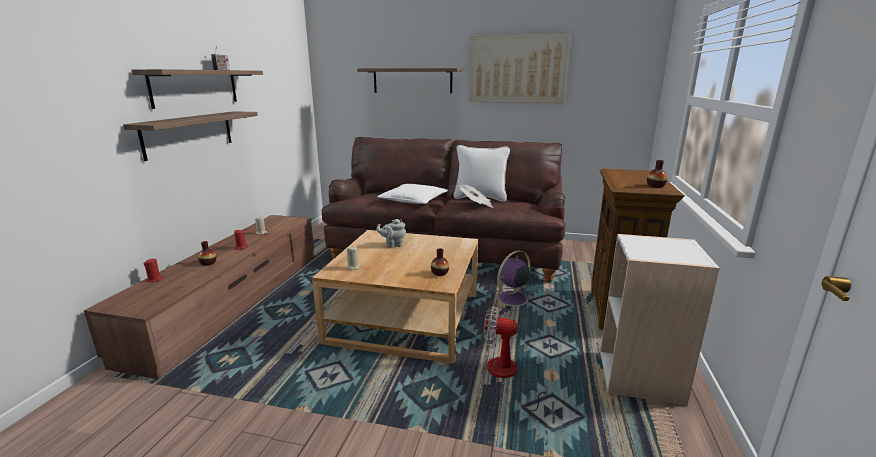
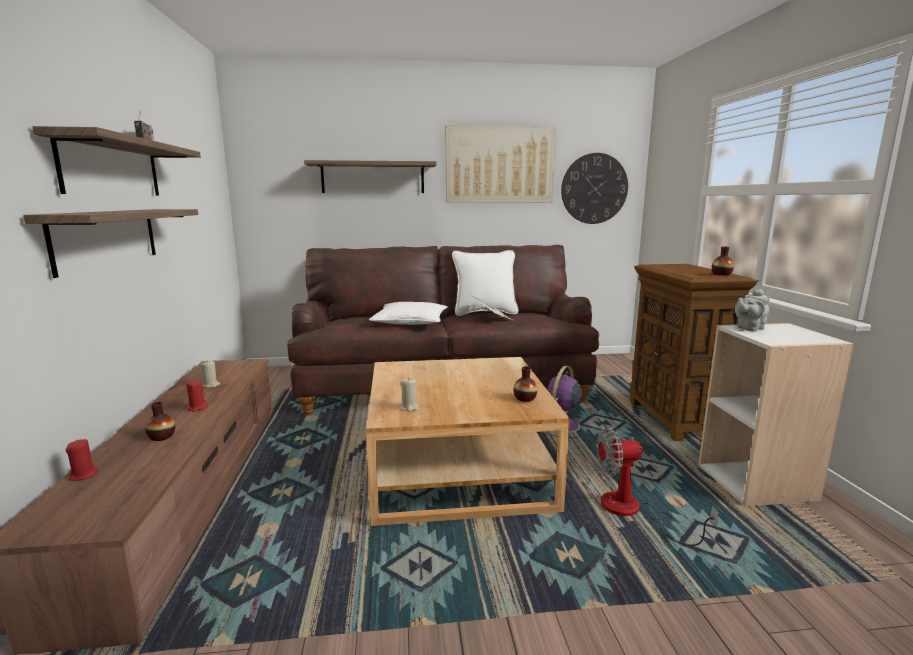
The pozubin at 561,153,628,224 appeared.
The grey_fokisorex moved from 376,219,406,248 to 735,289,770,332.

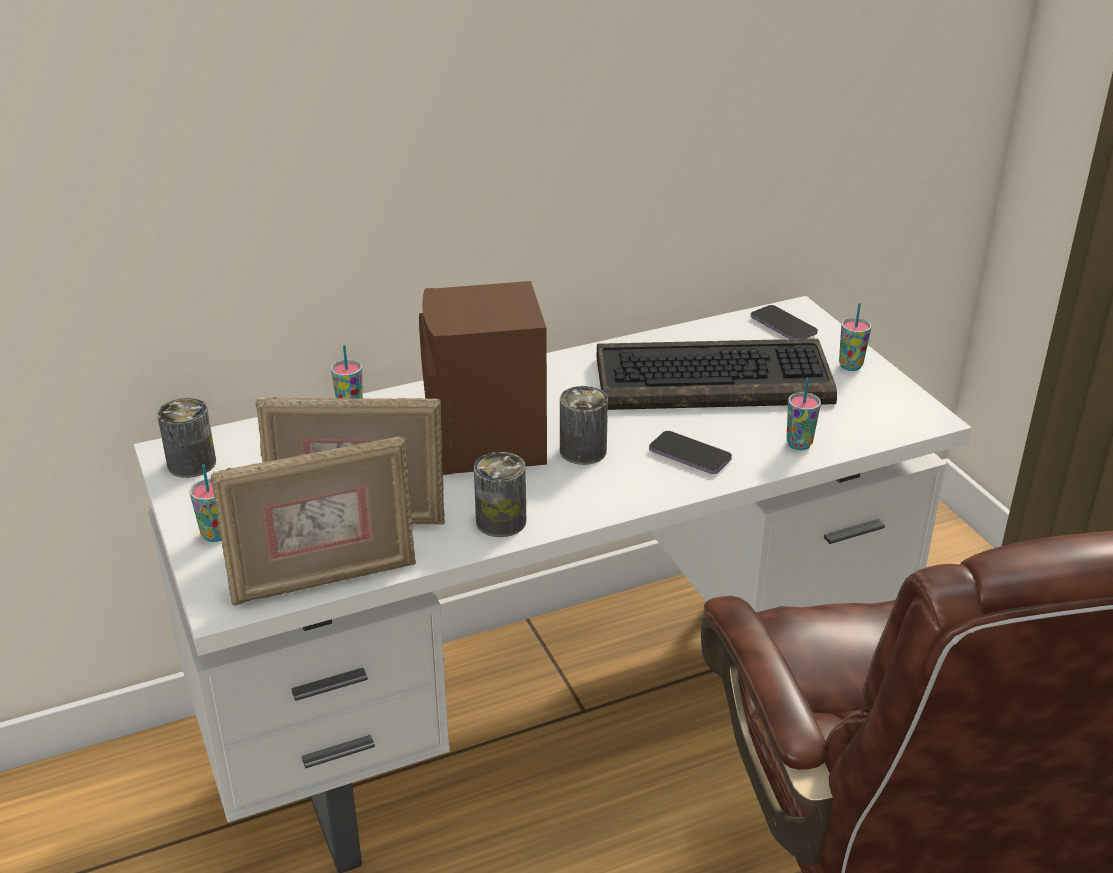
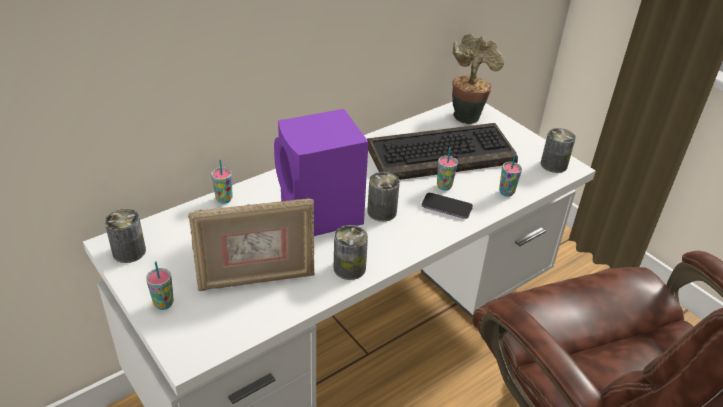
The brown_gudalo at 419,281,547,475 became the purple_gudalo at 274,109,368,236.
The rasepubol moved from 839,303,872,371 to 437,148,458,191.
The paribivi at 751,305,818,339 was replaced by the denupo at 452,34,504,124.
The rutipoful at 541,128,576,173 appeared.
The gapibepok at 211,436,416,605 disappeared.

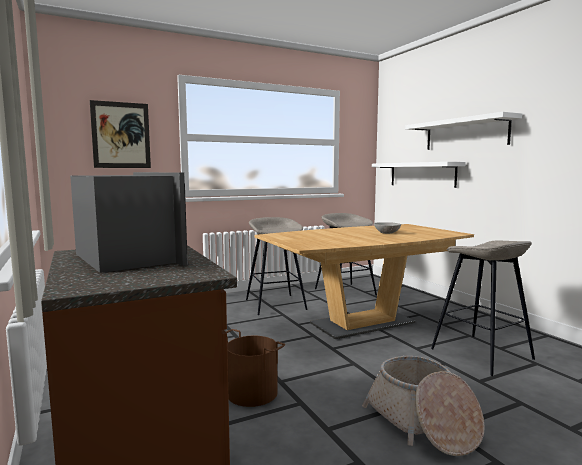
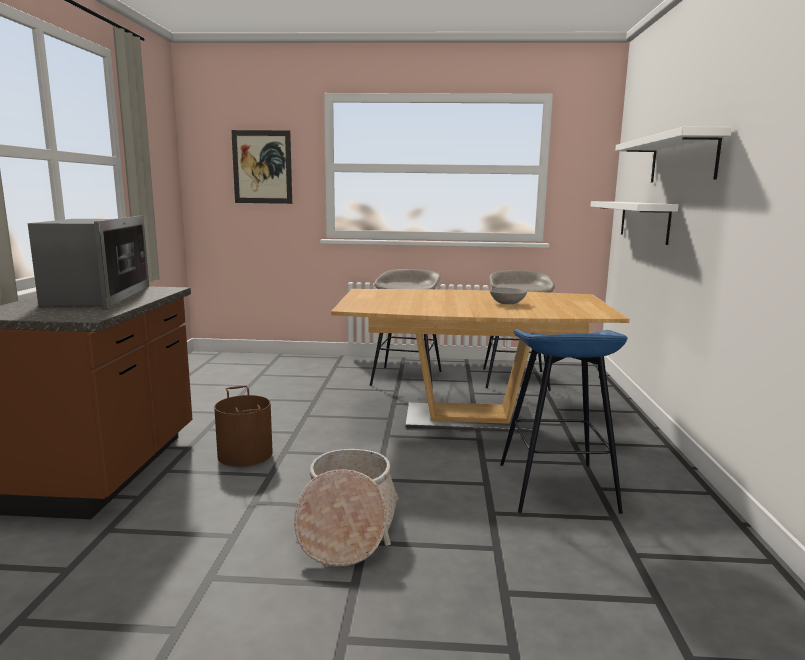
The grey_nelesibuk at 431,241,535,376 became the blue_nelesibuk at 500,329,628,514.

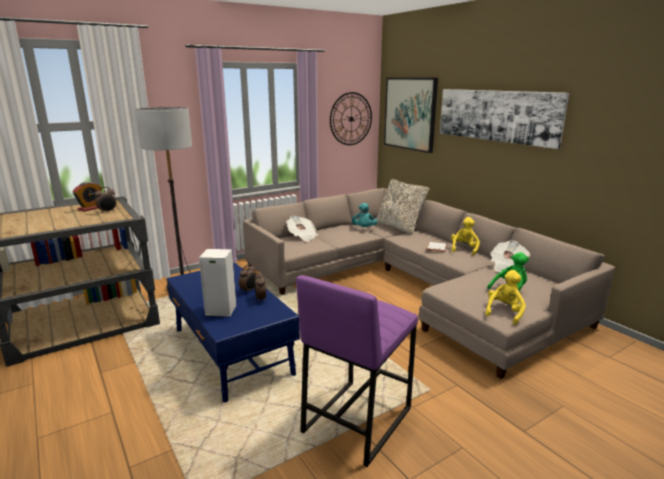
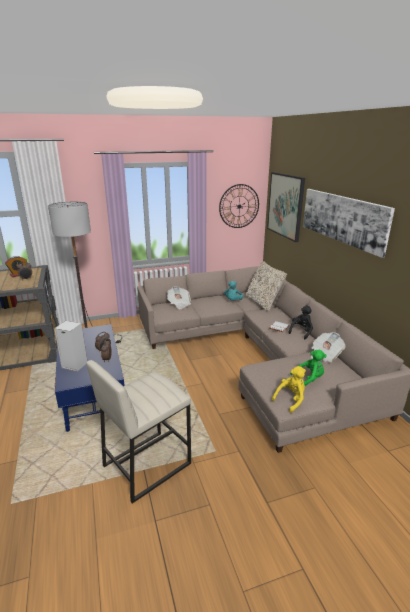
The purple_nelesibuk at 296,275,418,467 became the beige_nelesibuk at 86,360,191,504.
The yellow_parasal at 451,217,480,256 became the black_parasal at 288,305,313,339.

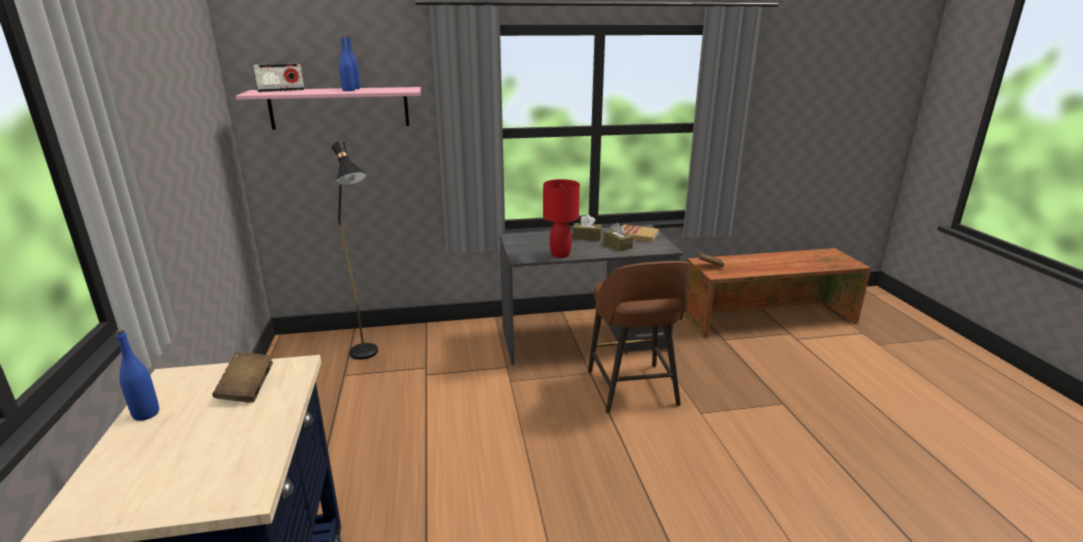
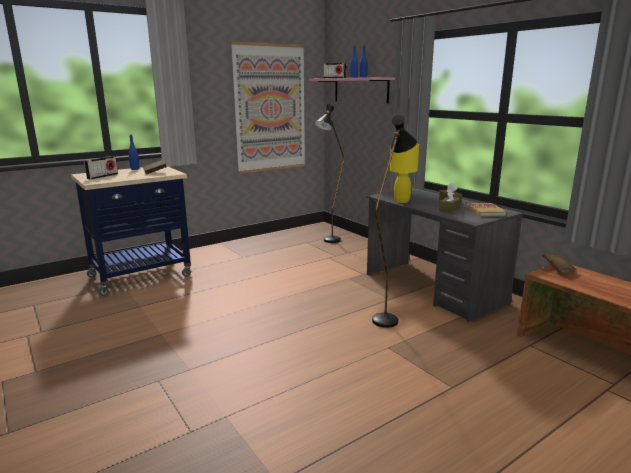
The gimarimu at 84,156,118,180 appeared.
The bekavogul at 231,41,305,174 appeared.
The brown_nelesibuk at 588,261,691,413 was replaced by the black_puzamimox at 372,115,417,328.
The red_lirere at 543,179,580,258 became the yellow_lirere at 390,144,419,203.

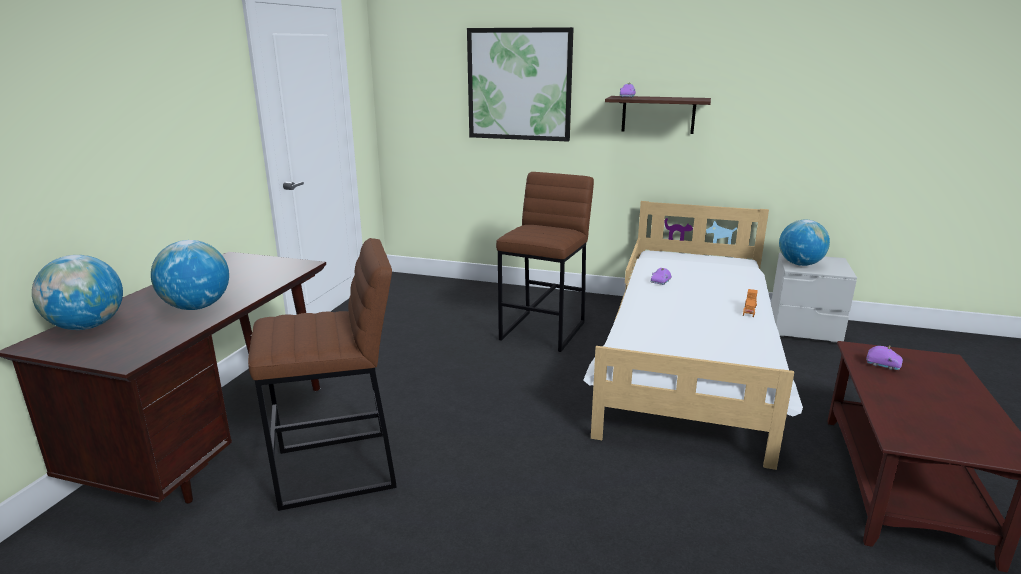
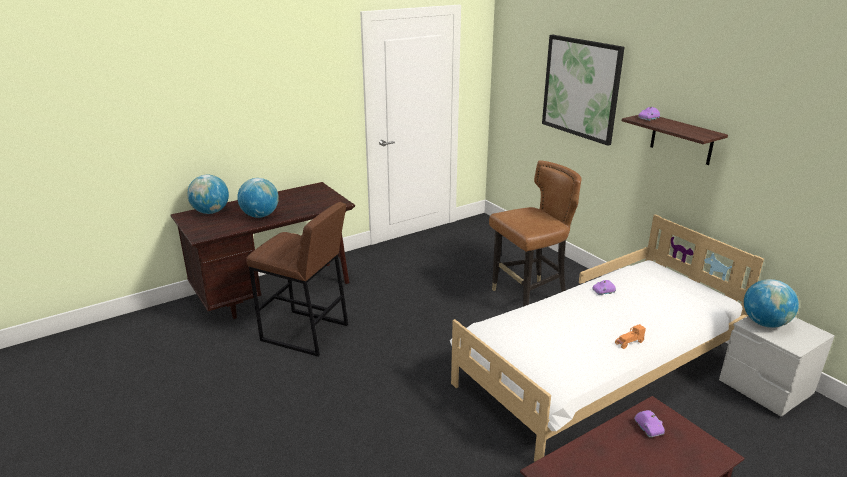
The brown_nelesibuk at 496,172,594,352 was replaced by the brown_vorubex at 489,160,582,307.

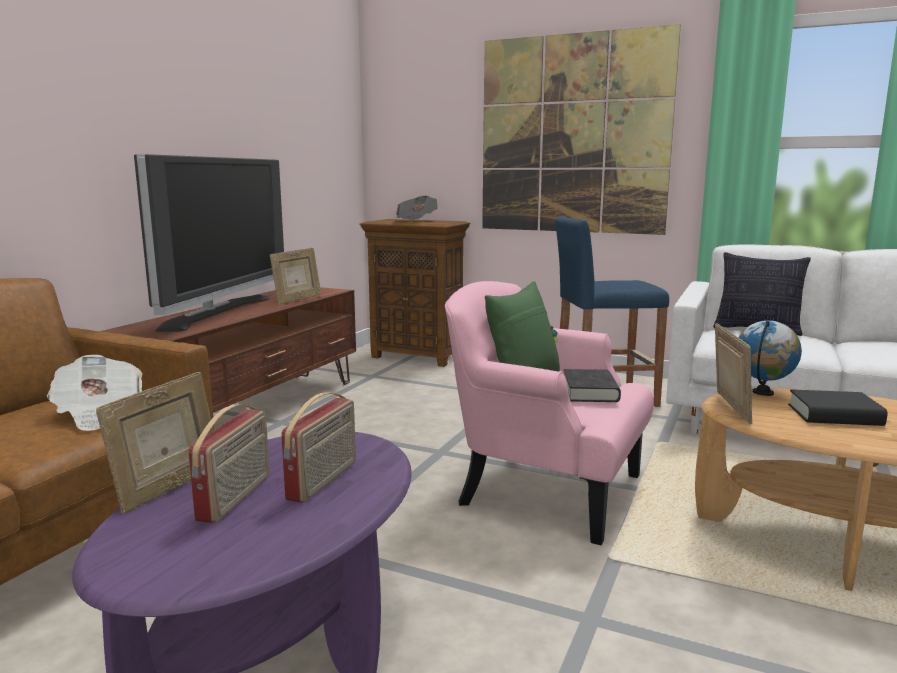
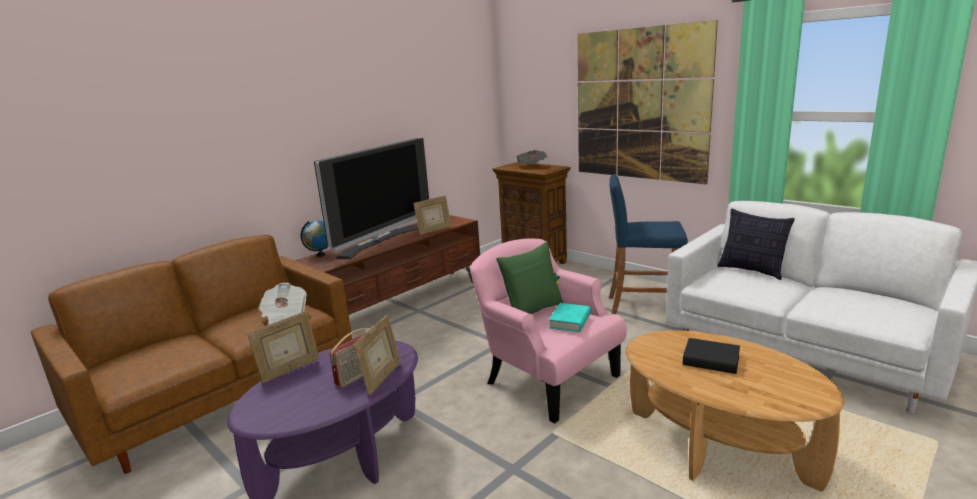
The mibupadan moved from 738,320,802,396 to 301,220,328,257.
The gapibepok moved from 715,323,752,424 to 353,315,401,395.
The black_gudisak at 563,369,621,402 became the turquoise_gudisak at 549,303,591,332.
The gimarimu at 188,404,270,523 disappeared.

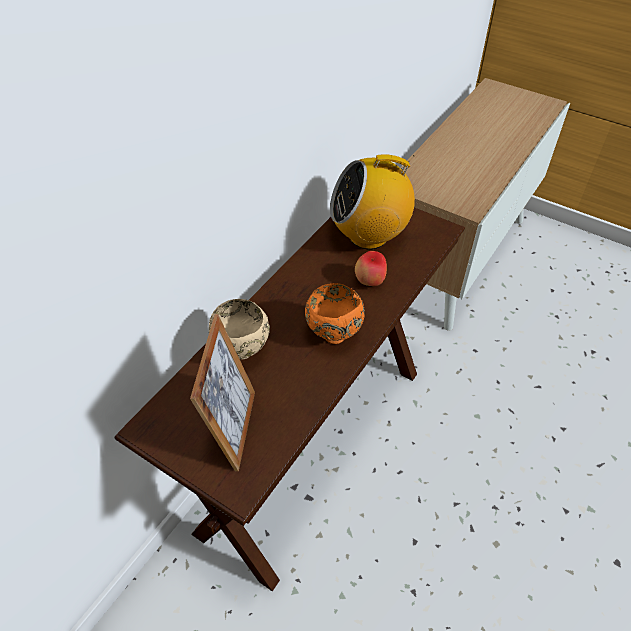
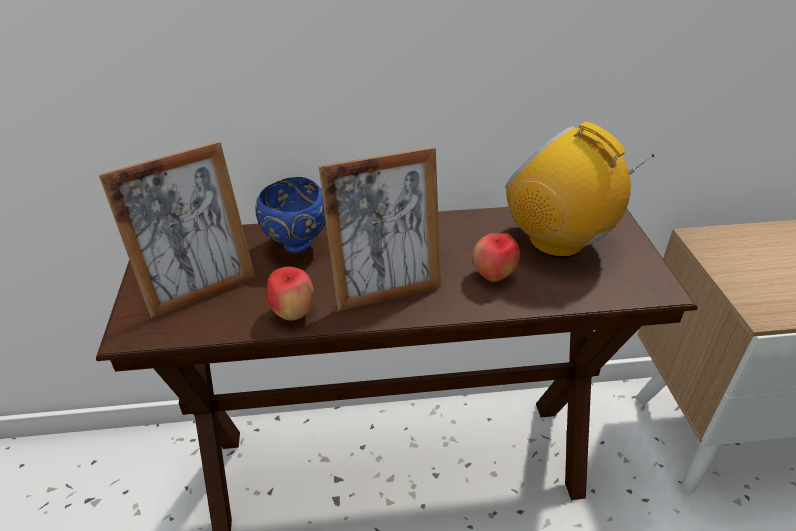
The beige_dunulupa at 209,299,270,360 became the blue_dunulupa at 255,177,326,253.
The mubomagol at 267,267,314,321 appeared.
The orange_dunulupa at 305,283,365,344 was replaced by the gapibepok at 319,147,441,311.

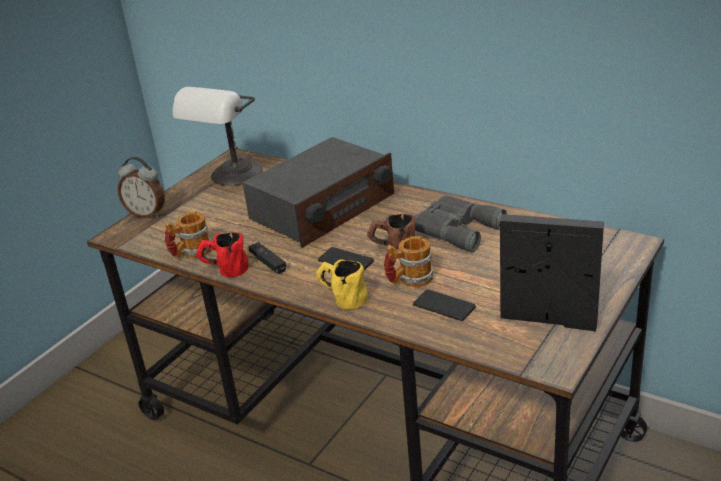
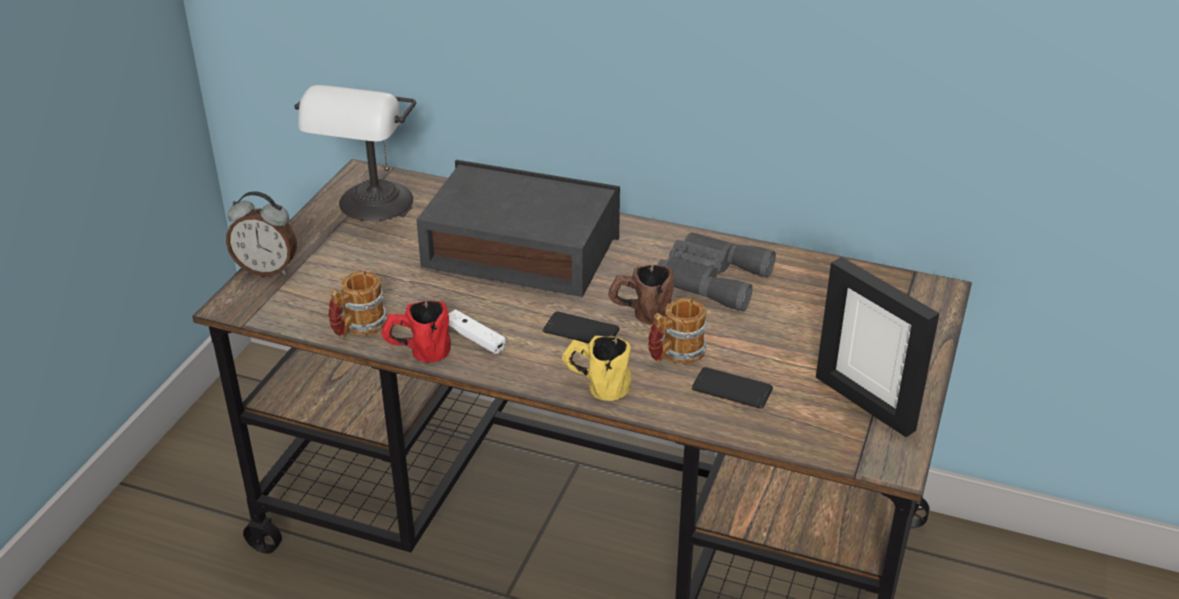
The gimarimu at 242,137,394,248 turned 105 degrees counterclockwise.
The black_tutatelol at 248,242,286,274 became the white_tutatelol at 448,309,506,354.
The gapibepok at 500,214,604,331 turned 135 degrees counterclockwise.

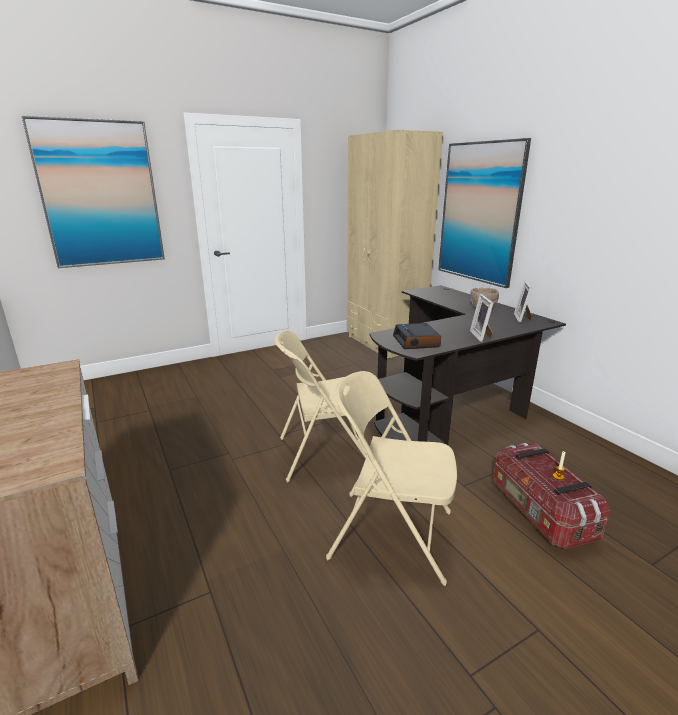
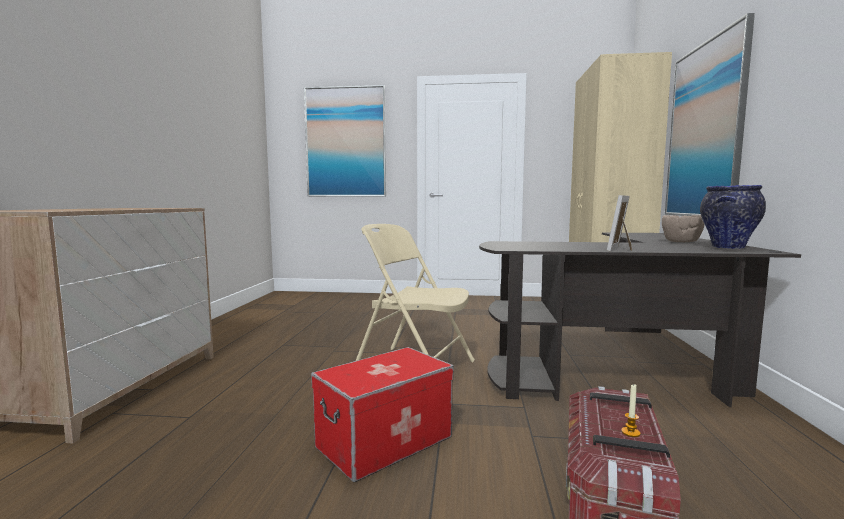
The beige_vorubex at 326,371,457,586 was replaced by the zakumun at 311,347,454,482.
The gapibepok at 514,281,532,323 was replaced by the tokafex at 700,185,766,249.
The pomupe at 393,323,441,349 disappeared.

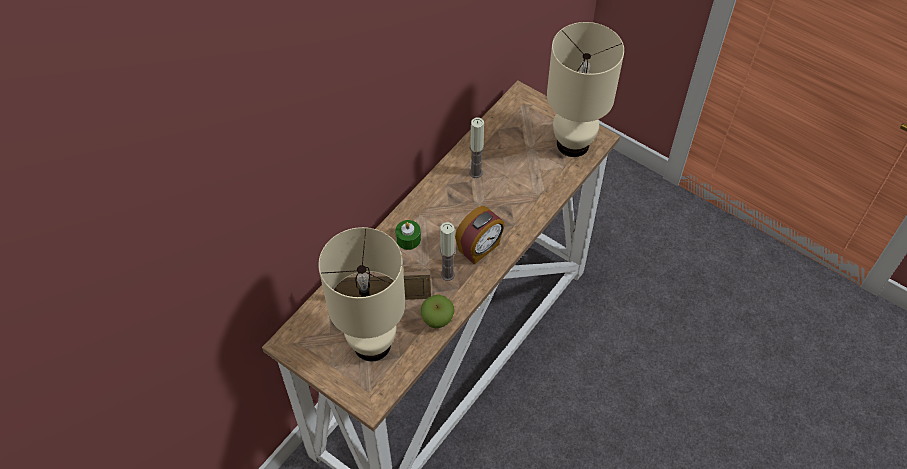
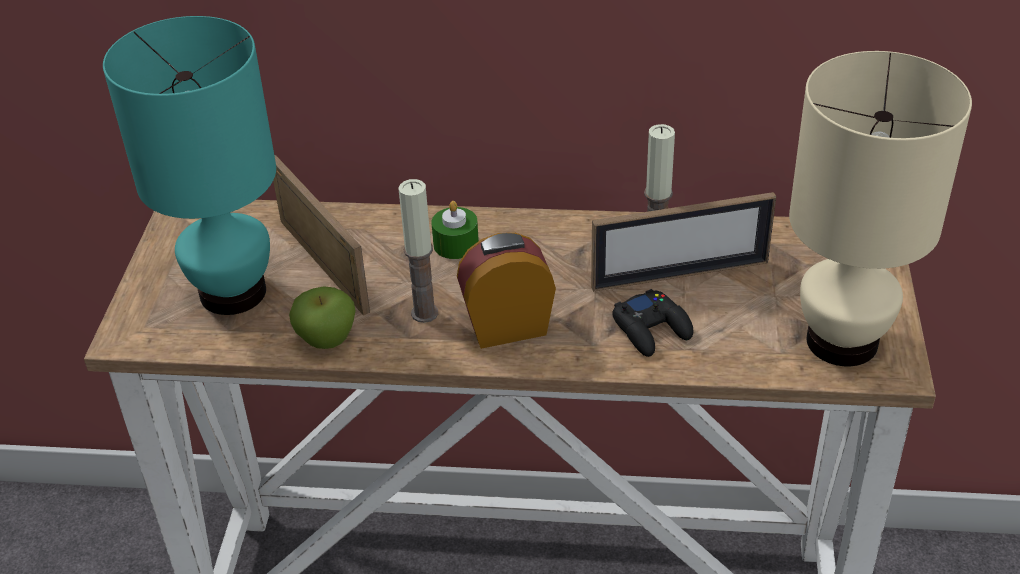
The beige_lirere at 318,227,405,361 became the turquoise_lirere at 103,16,276,315.
The pomupe at 455,206,505,265 turned 150 degrees clockwise.
The gapibepok at 591,192,776,292 appeared.
The black_tutatelol at 612,289,693,357 appeared.

